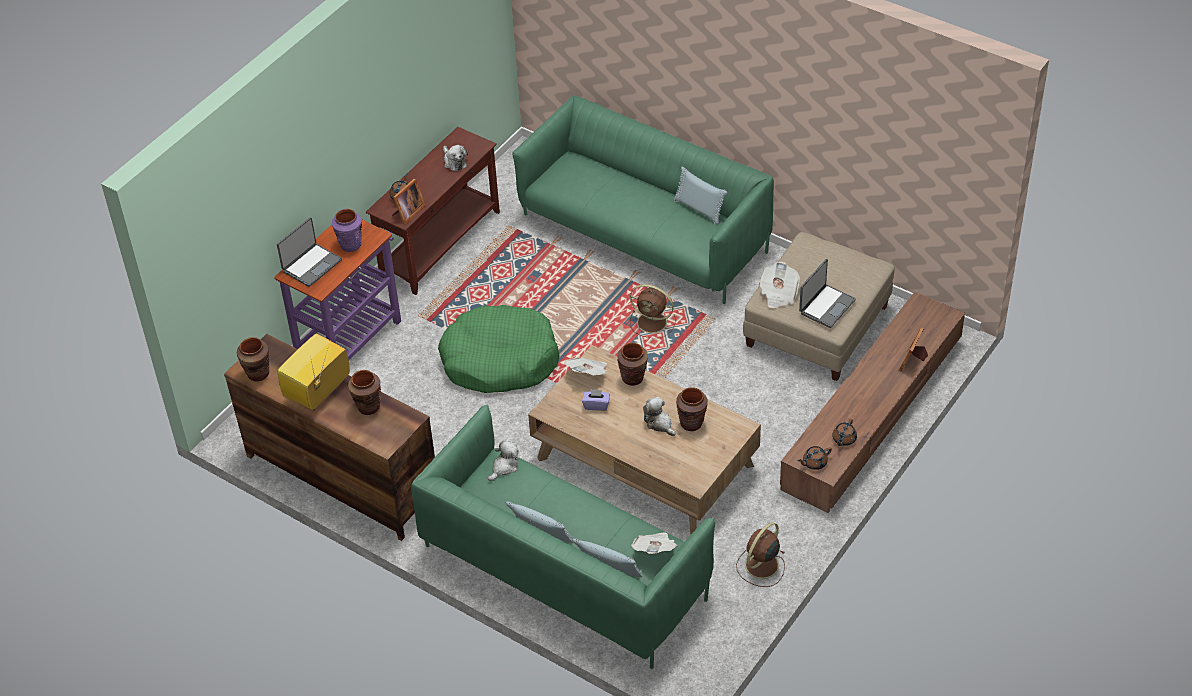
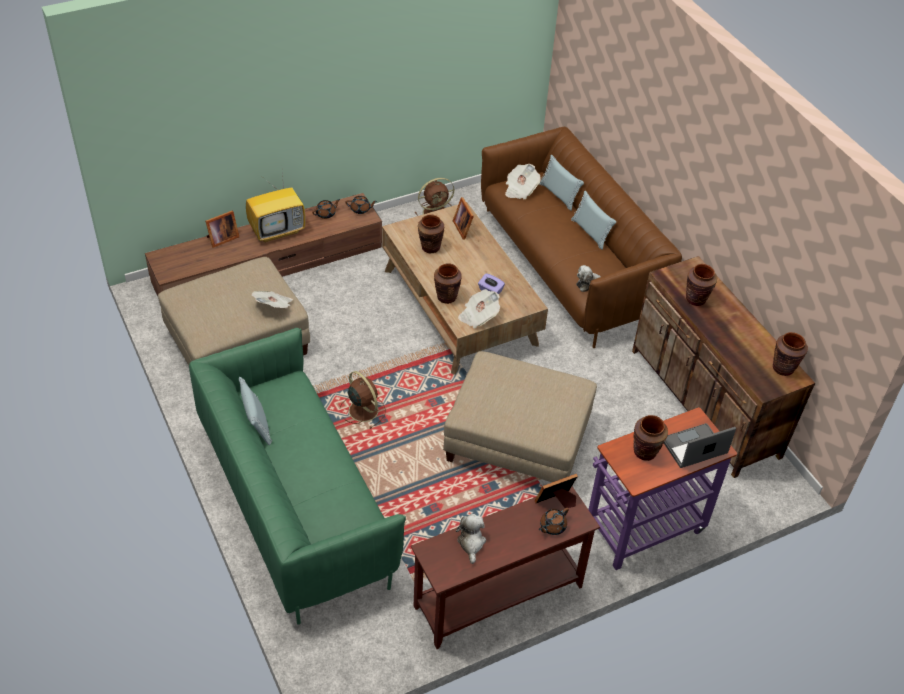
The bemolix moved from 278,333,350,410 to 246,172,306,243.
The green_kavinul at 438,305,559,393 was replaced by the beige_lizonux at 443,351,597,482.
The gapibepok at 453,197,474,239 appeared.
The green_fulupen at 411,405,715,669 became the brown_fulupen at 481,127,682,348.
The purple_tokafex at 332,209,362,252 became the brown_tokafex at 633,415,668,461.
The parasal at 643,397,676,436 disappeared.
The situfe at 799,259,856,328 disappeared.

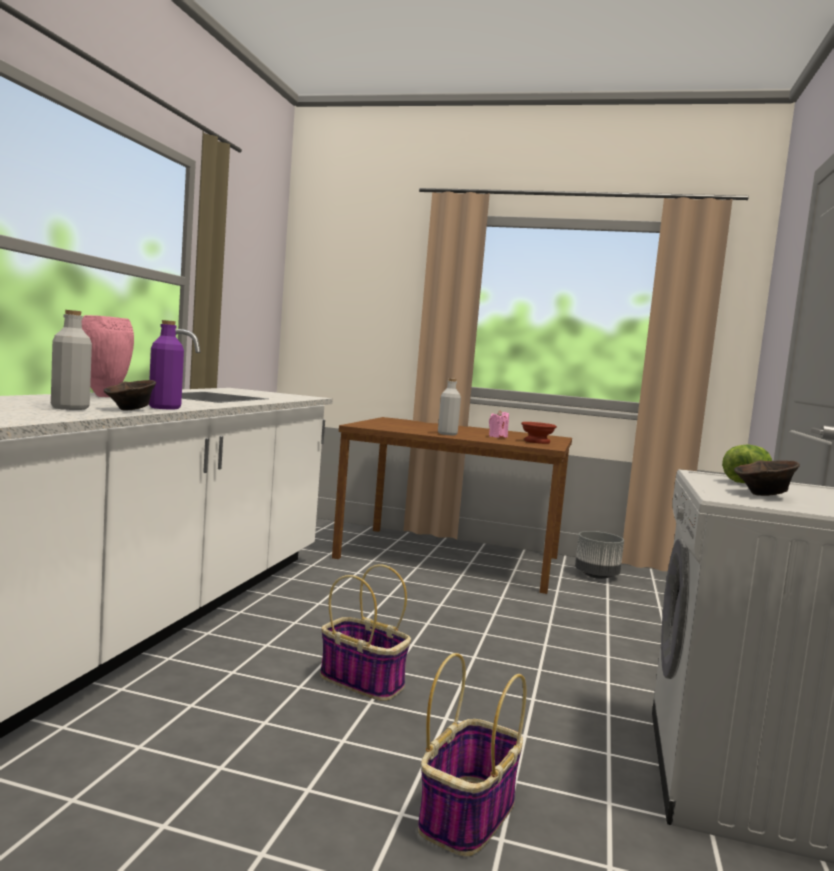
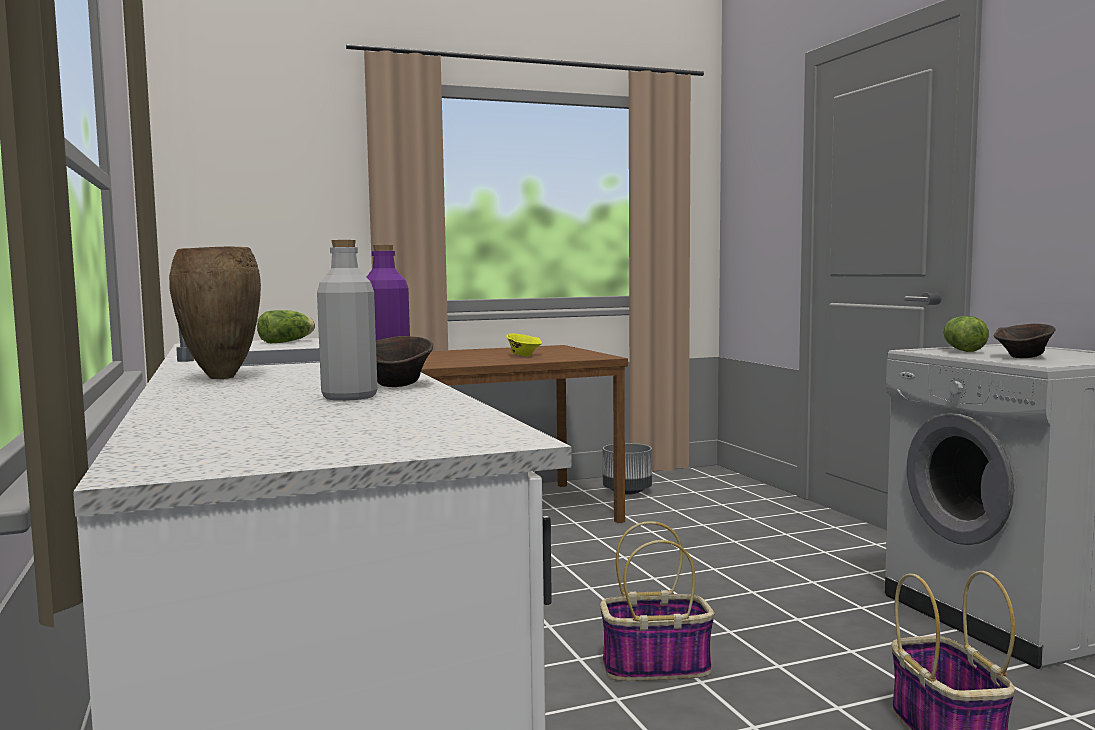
The pink_tokafex at 81,315,134,397 became the brown_tokafex at 169,246,261,379.
The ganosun at 257,310,315,343 appeared.
The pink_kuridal at 489,410,509,438 was replaced by the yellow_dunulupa at 506,334,542,356.
The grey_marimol at 438,378,461,435 disappeared.
The brown_dunulupa at 521,422,557,444 disappeared.

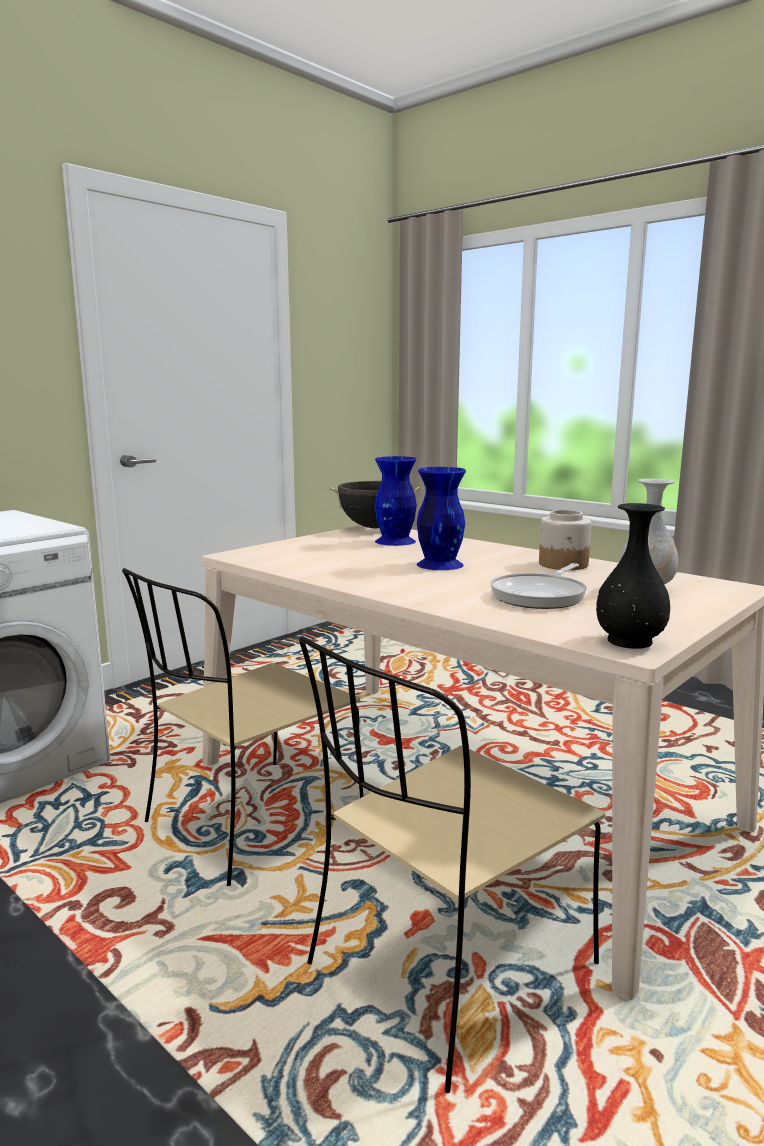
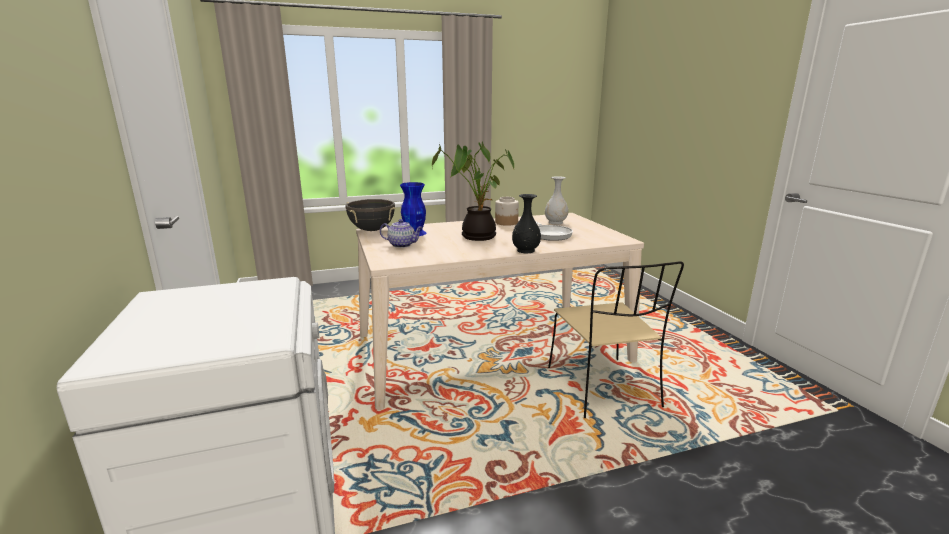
The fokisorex at 380,219,423,248 appeared.
The blue_tokafex at 417,467,466,570 was replaced by the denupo at 432,142,514,241.
The black_tokafex moved from 596,503,670,649 to 512,194,541,253.
The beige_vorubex at 122,568,363,886 disappeared.

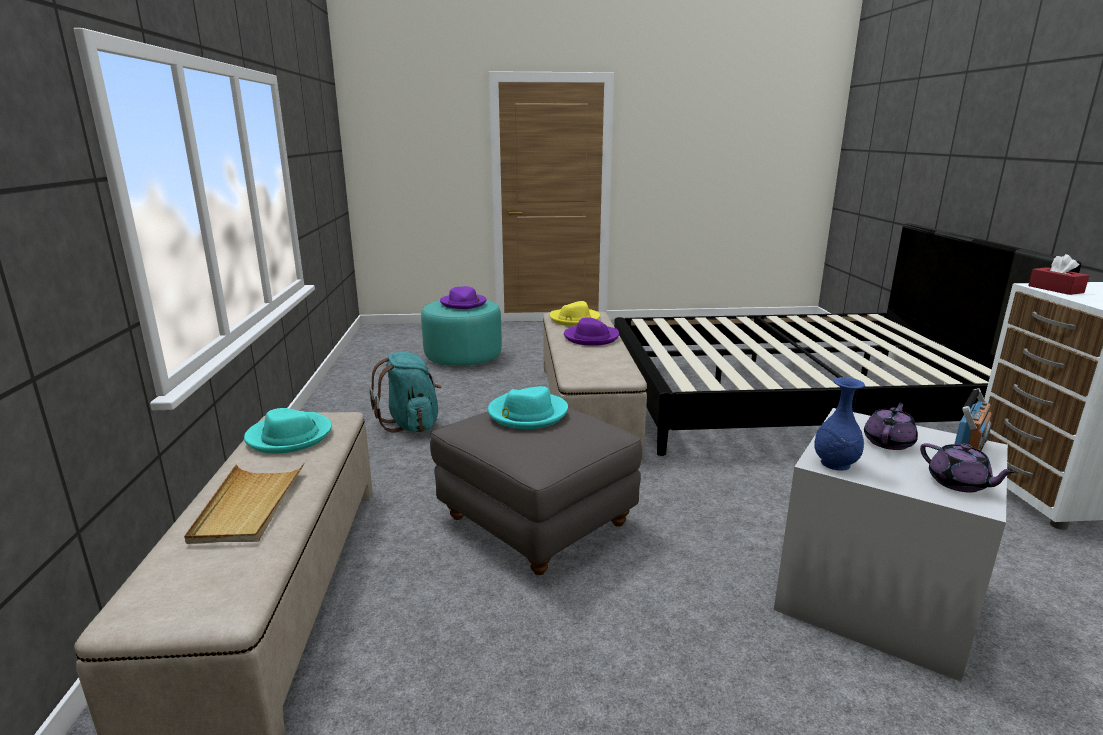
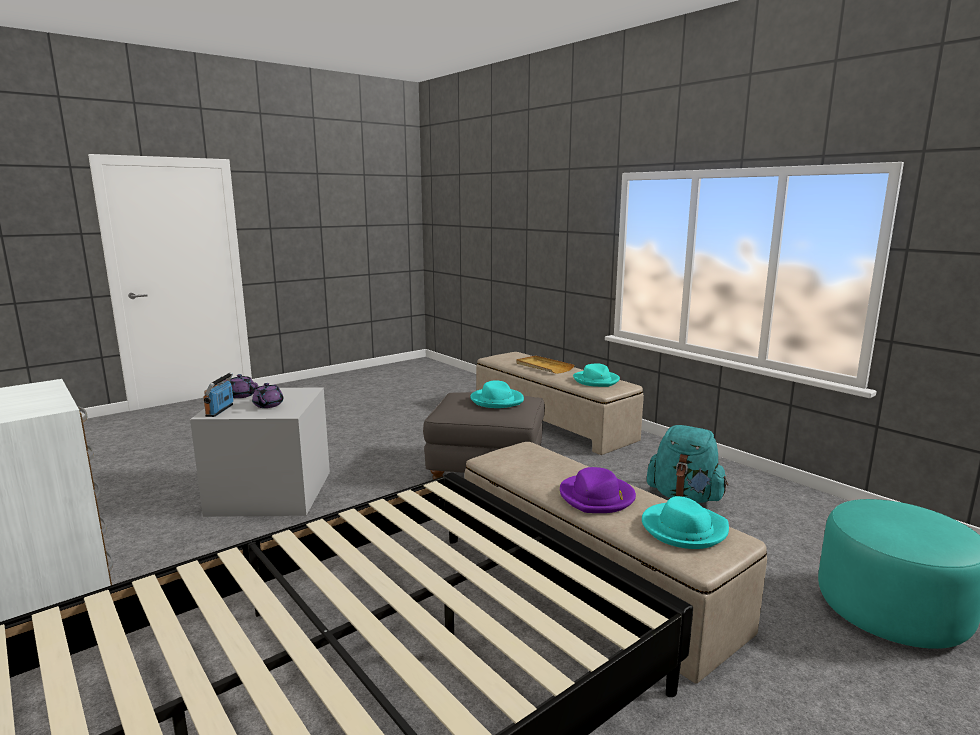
The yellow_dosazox at 550,301,600,326 became the turquoise_dosazox at 642,496,729,549.
The purple_dosazox at 440,286,487,309 disappeared.
The blue_tokafex at 814,377,865,471 disappeared.
The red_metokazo at 1028,254,1089,295 disappeared.

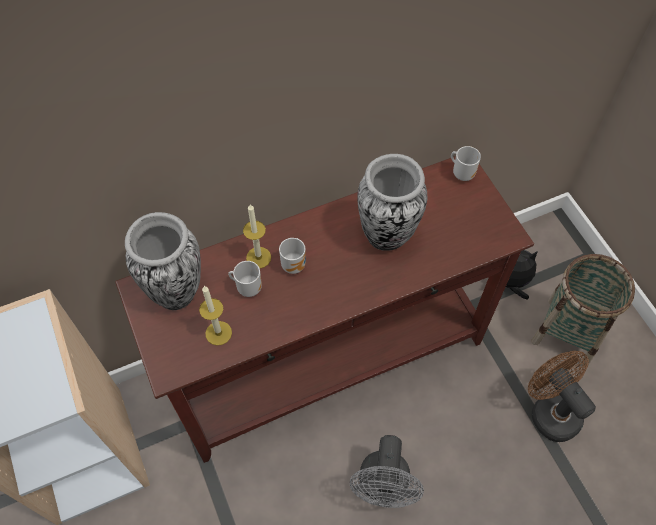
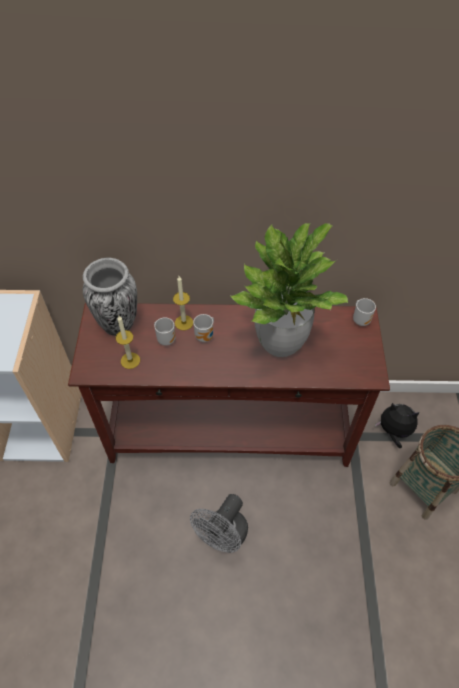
The tokafex at 357,154,427,251 was replaced by the denupo at 229,223,348,357.
The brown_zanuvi at 528,351,596,442 disappeared.

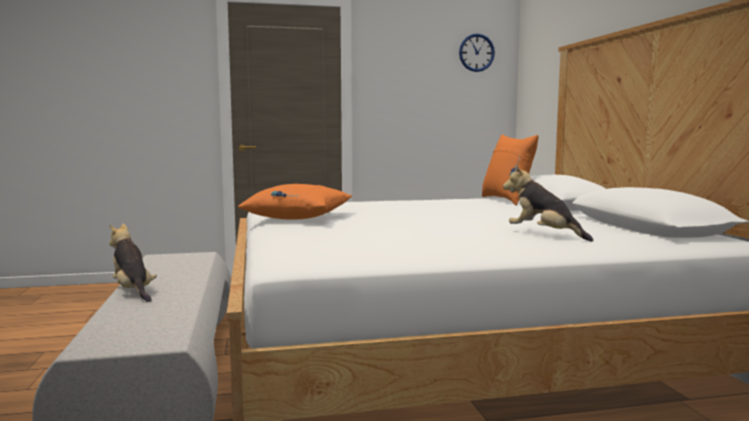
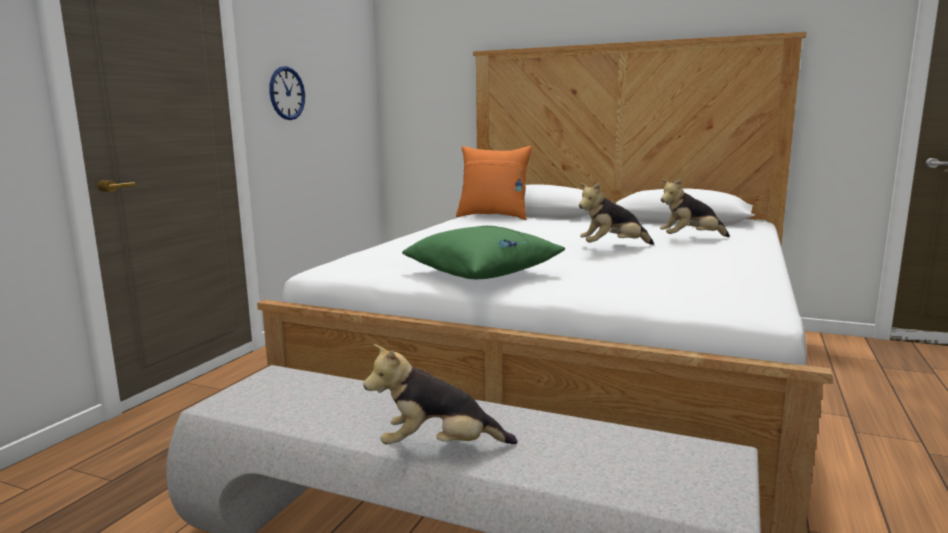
The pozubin moved from 459,33,495,72 to 269,66,305,120.
The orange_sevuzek at 238,184,352,220 became the green_sevuzek at 402,226,565,279.
The parasal at 579,182,654,245 appeared.

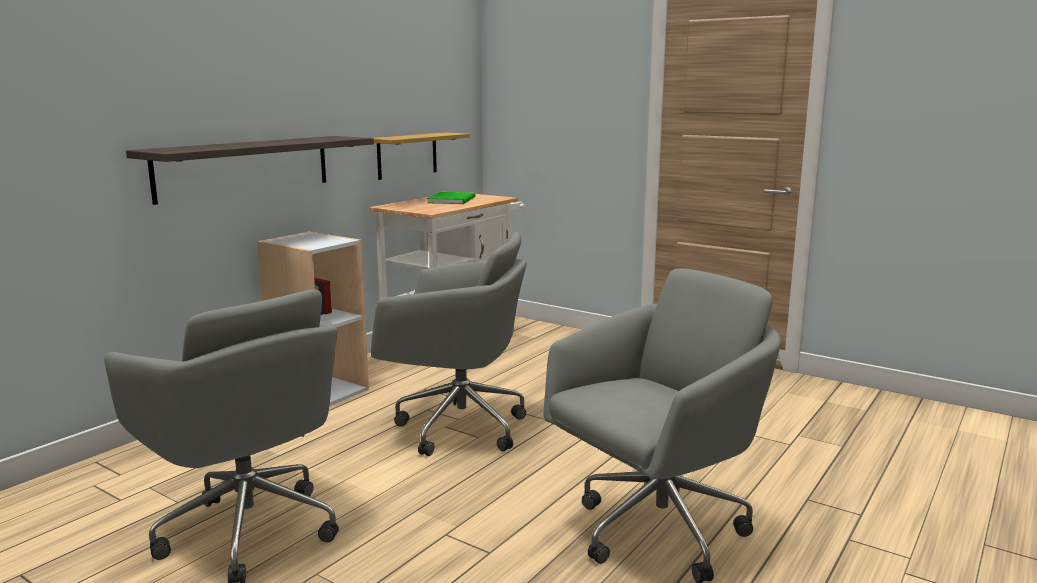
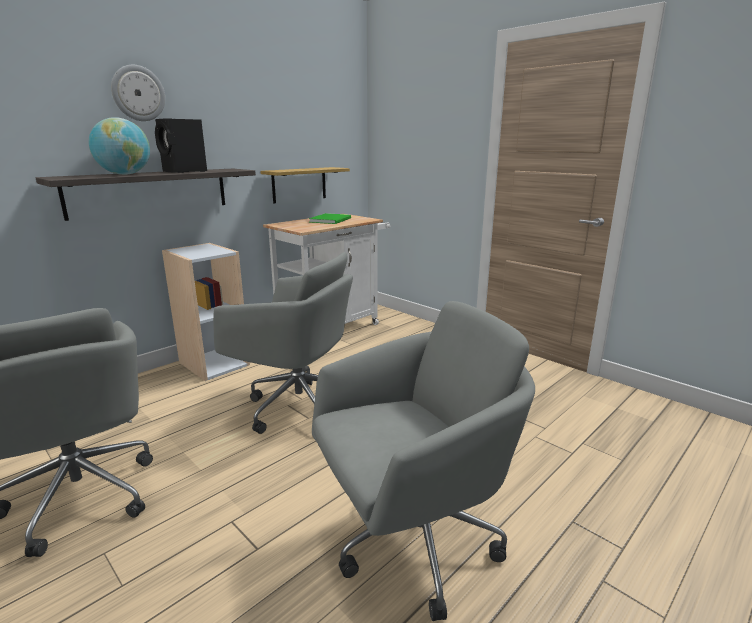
The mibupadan at 89,117,150,175 appeared.
The pozubin at 111,65,165,121 appeared.
The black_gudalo at 155,118,207,173 appeared.

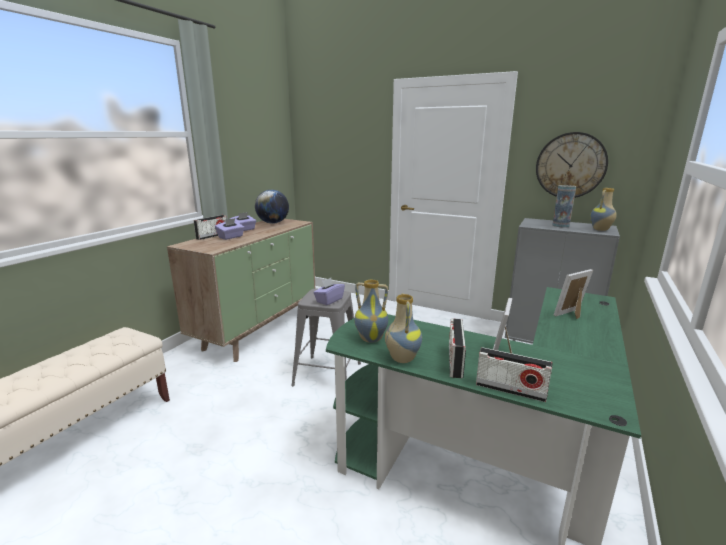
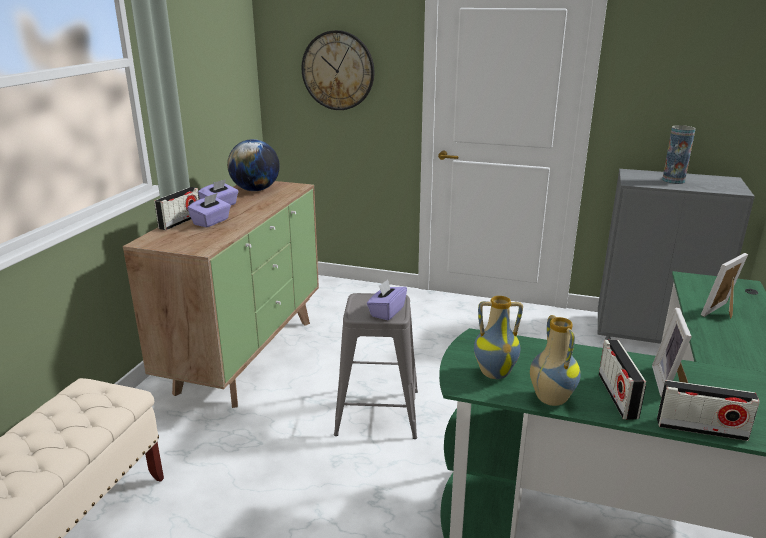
The pozubin moved from 536,132,608,198 to 301,30,374,110.
The tokafex at 590,188,617,231 disappeared.

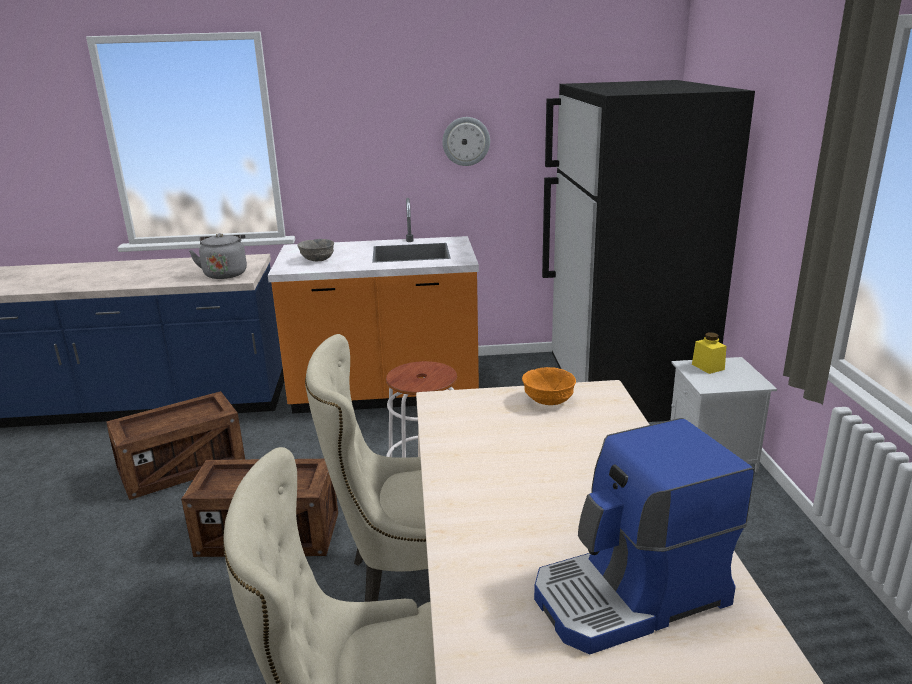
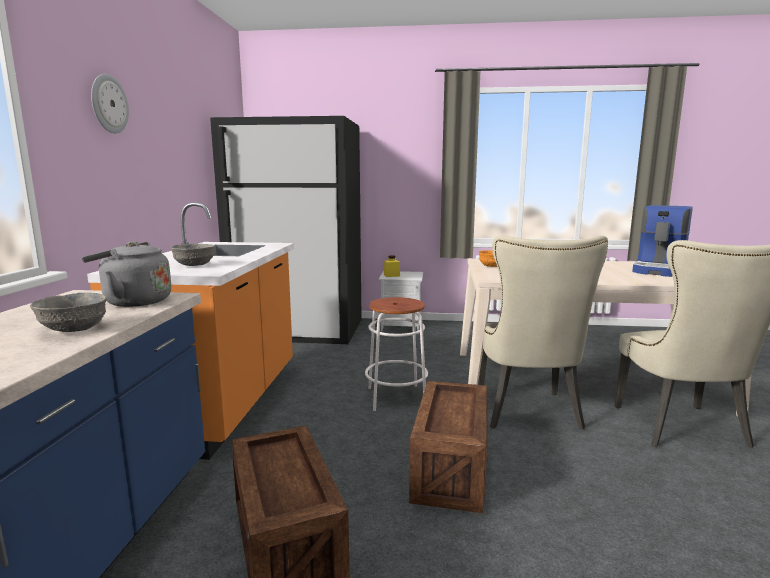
The grey_dunulupa at 30,293,107,332 appeared.
The pozubin moved from 442,117,490,166 to 91,74,129,133.
The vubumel at 534,418,754,654 turned 45 degrees clockwise.

